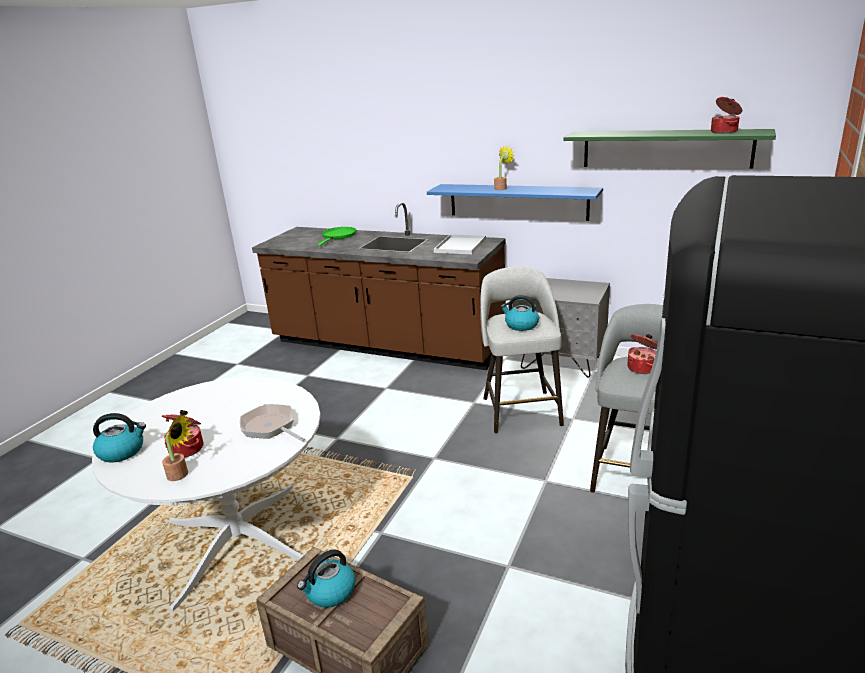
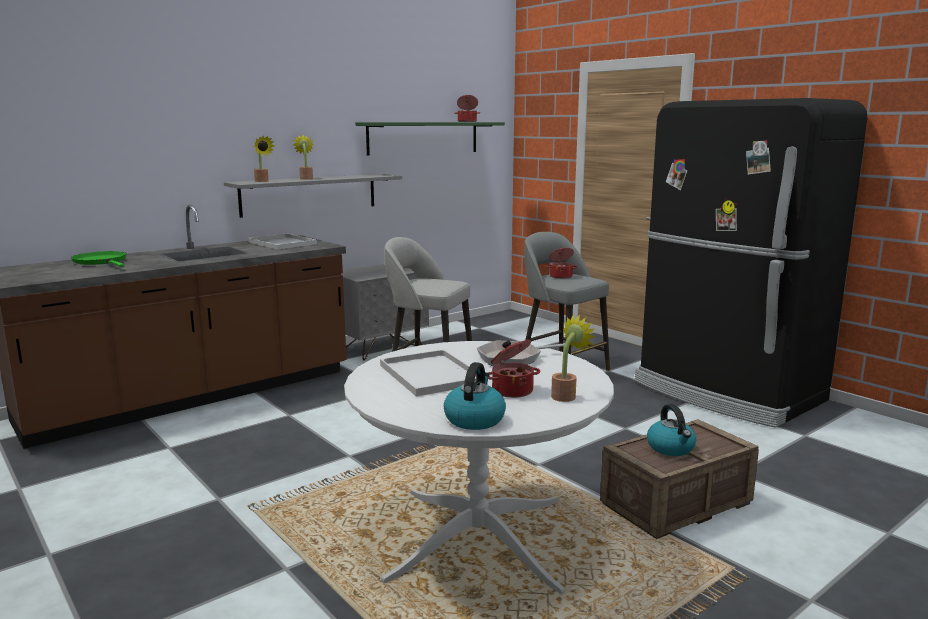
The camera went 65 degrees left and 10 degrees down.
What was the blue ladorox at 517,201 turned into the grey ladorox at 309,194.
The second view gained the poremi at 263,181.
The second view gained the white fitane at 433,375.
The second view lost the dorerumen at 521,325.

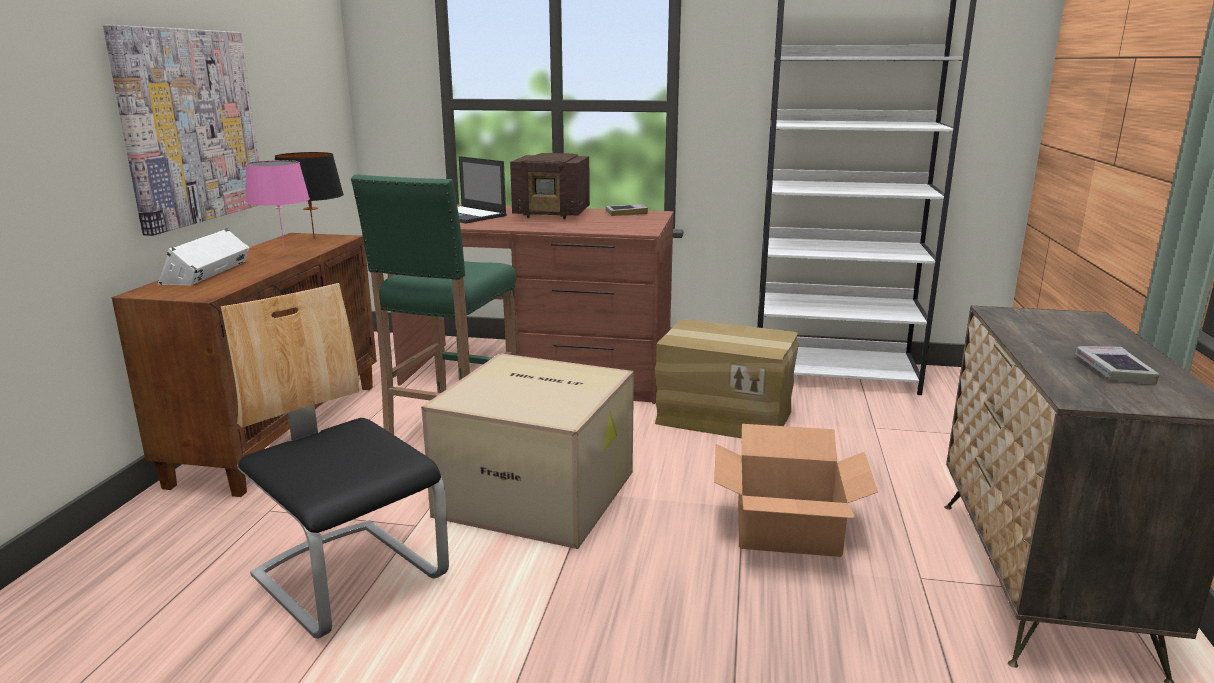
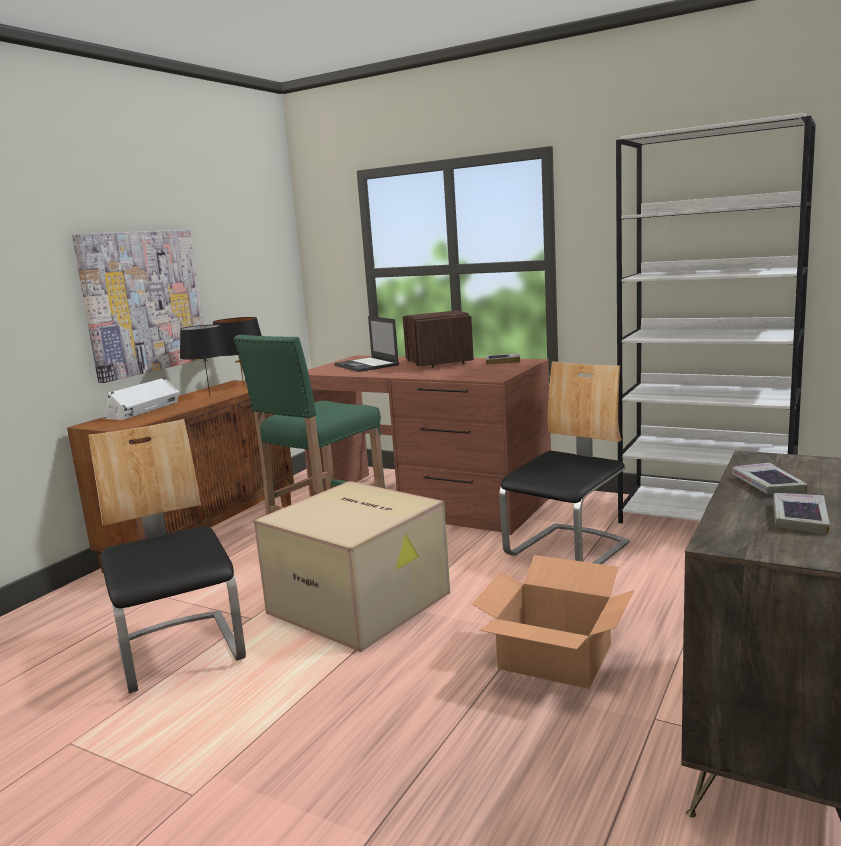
The camera went 20 degrees right and 5 degrees down.
What was the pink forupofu at 285,253 turned into the black forupofu at 210,396.
The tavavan at 553,214 ended up facing another way, 135 degrees counterclockwise from before.
Where the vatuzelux stood at 725,416, the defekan came to stand at 568,550.
The second view gained the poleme at 767,485.

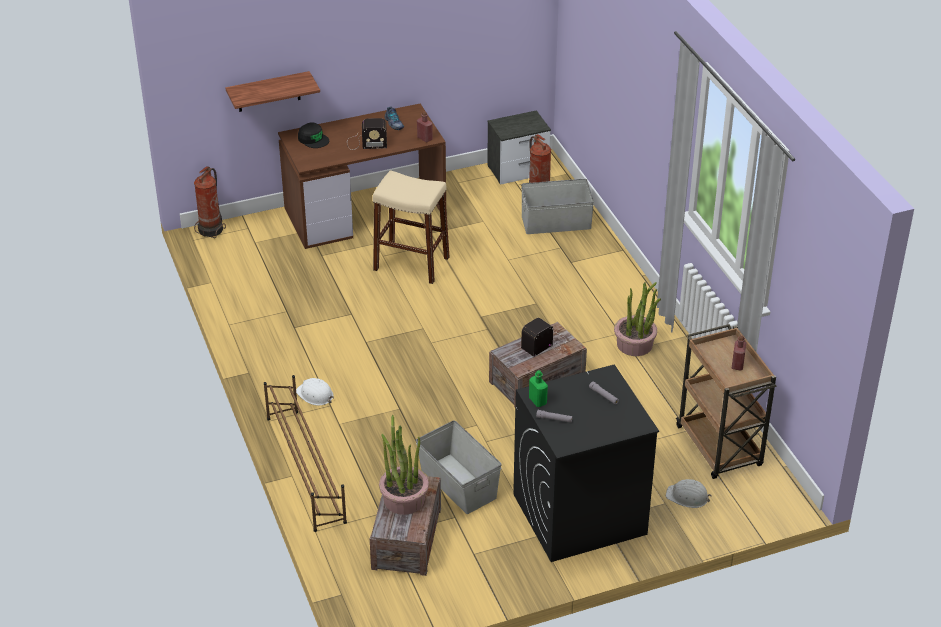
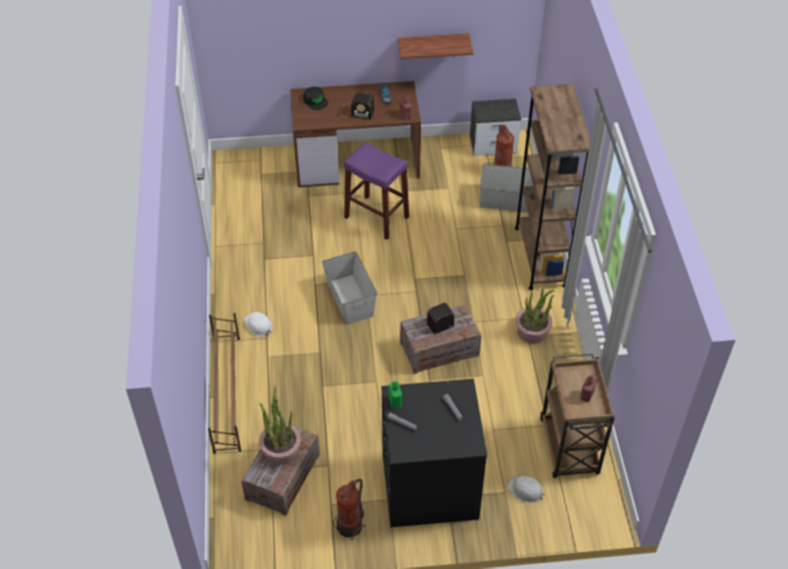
The camera went 15 degrees right and 10 degrees up.
The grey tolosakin ended up elsewhere, having gone from 458,483 to 350,298.
The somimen ended up elsewhere, having gone from 212,229 to 351,525.
What was the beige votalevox at 411,263 turned into the purple votalevox at 376,217.
The ladorox ended up elsewhere, having gone from 268,92 to 433,45.
The second view gained the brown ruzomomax at 540,256.

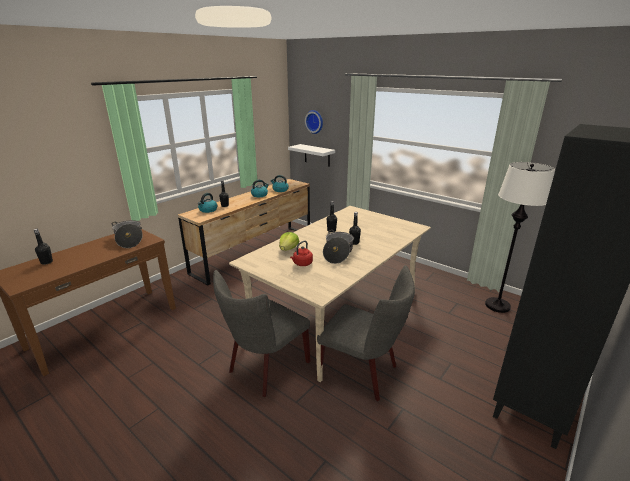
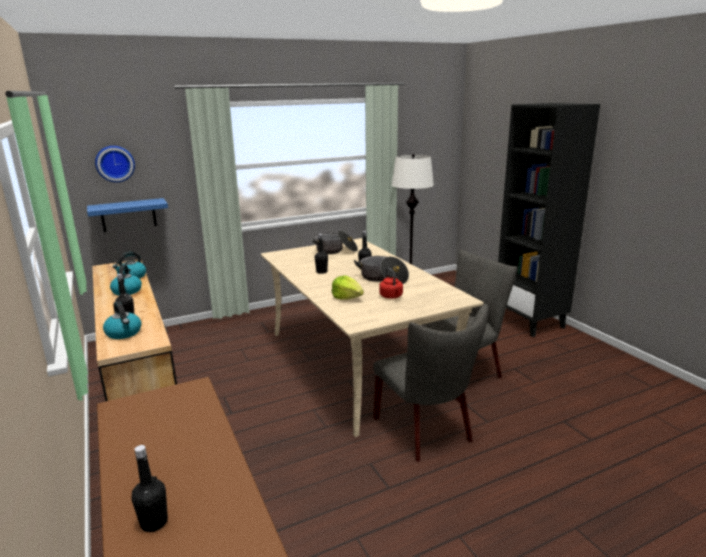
The camera went 65 degrees left and 5 degrees down.
What was the white ladorox at 317,155 turned into the blue ladorox at 128,215.
The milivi ended up elsewhere, having gone from 129,240 to 336,251.

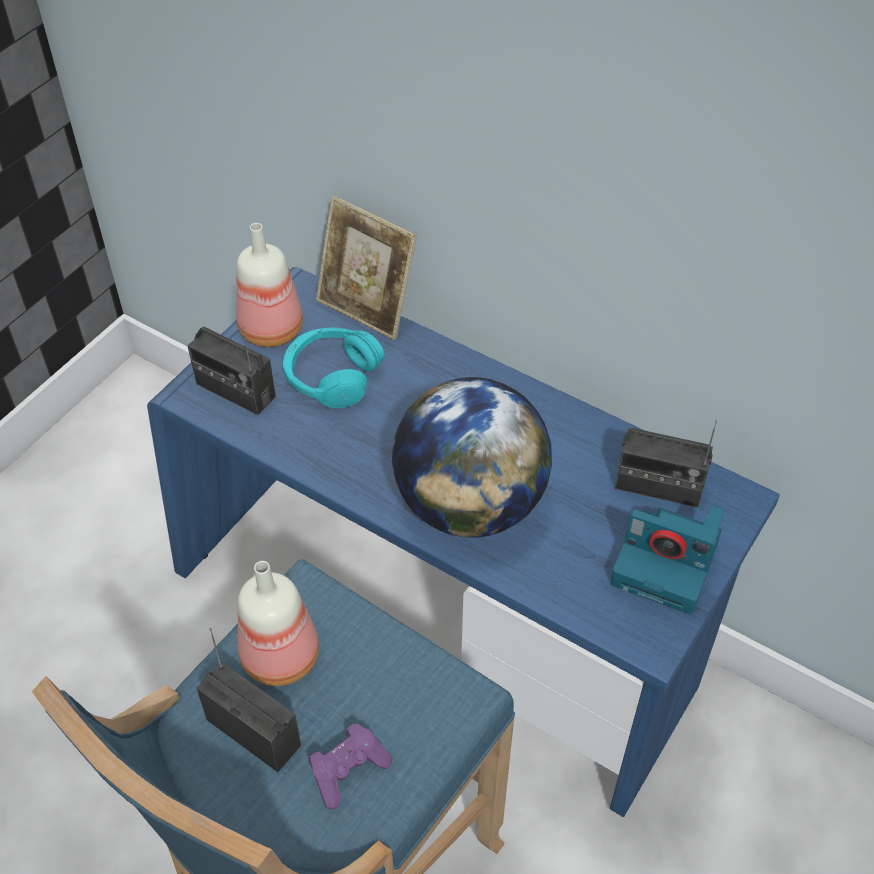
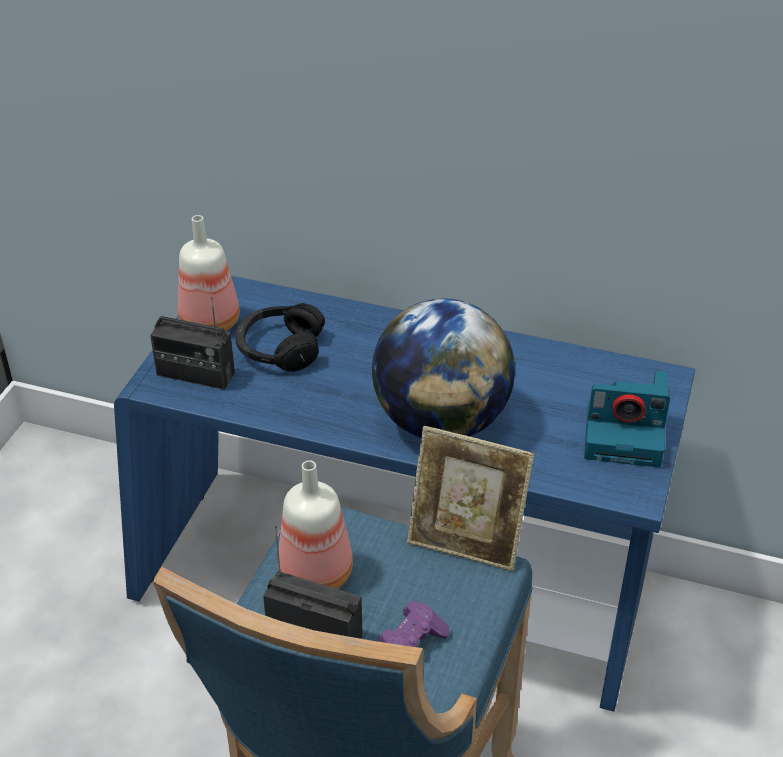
The camera went 15 degrees left and 10 degrees down.
What was the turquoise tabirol at 332,376 turned into the black tabirol at 280,349.
The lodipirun ended up elsewhere, having gone from 366,309 to 466,542.
The second view lost the tavavan at 658,486.

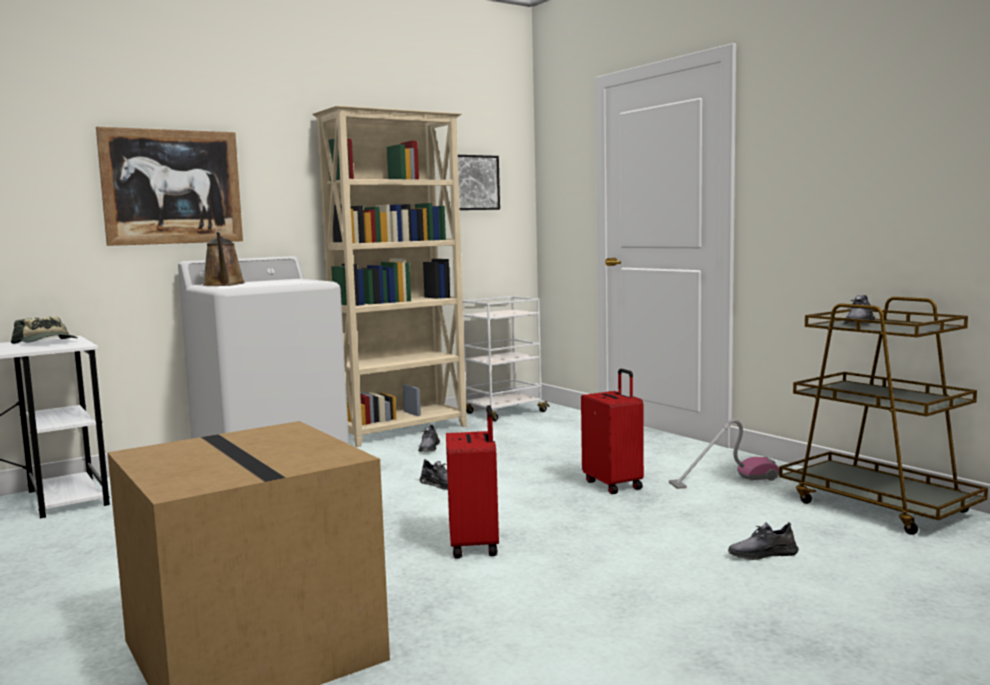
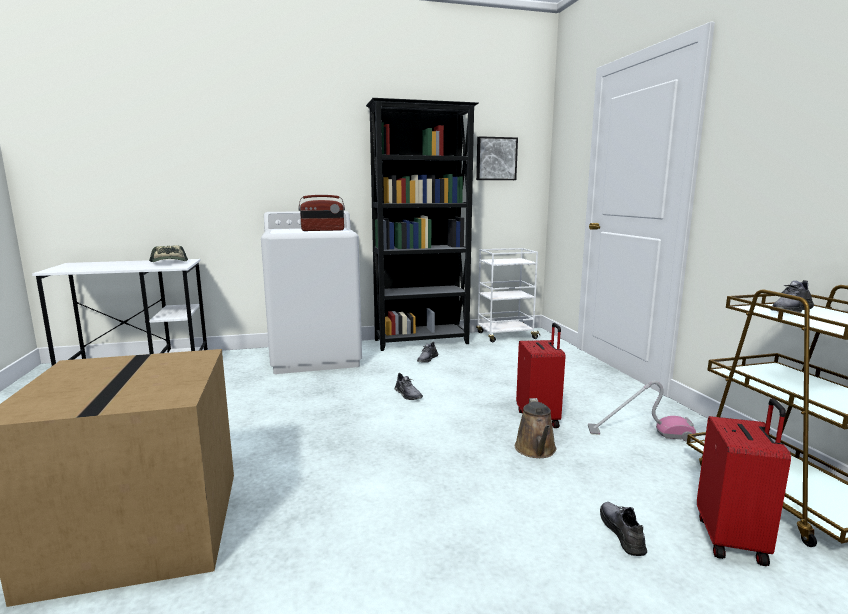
The camera went 20 degrees right and 5 degrees up.
The second view gained the tavavan at 322,230.
What was the beige ruzomomax at 403,431 turned into the black ruzomomax at 422,342.
The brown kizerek ended up elsewhere, having gone from 224,285 to 536,450.
The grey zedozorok at 762,554 ended up facing another way, 75 degrees clockwise from before.
The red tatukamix ended up elsewhere, having gone from 476,545 to 733,540.
The second view lost the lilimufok at 172,187.

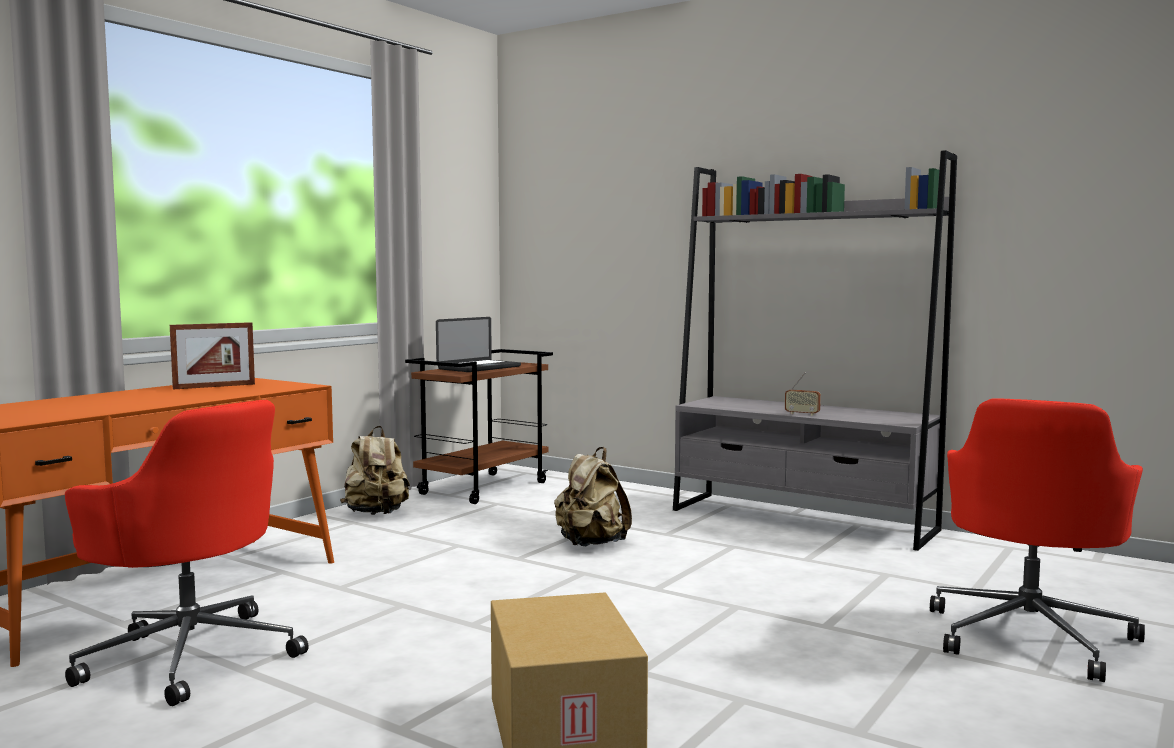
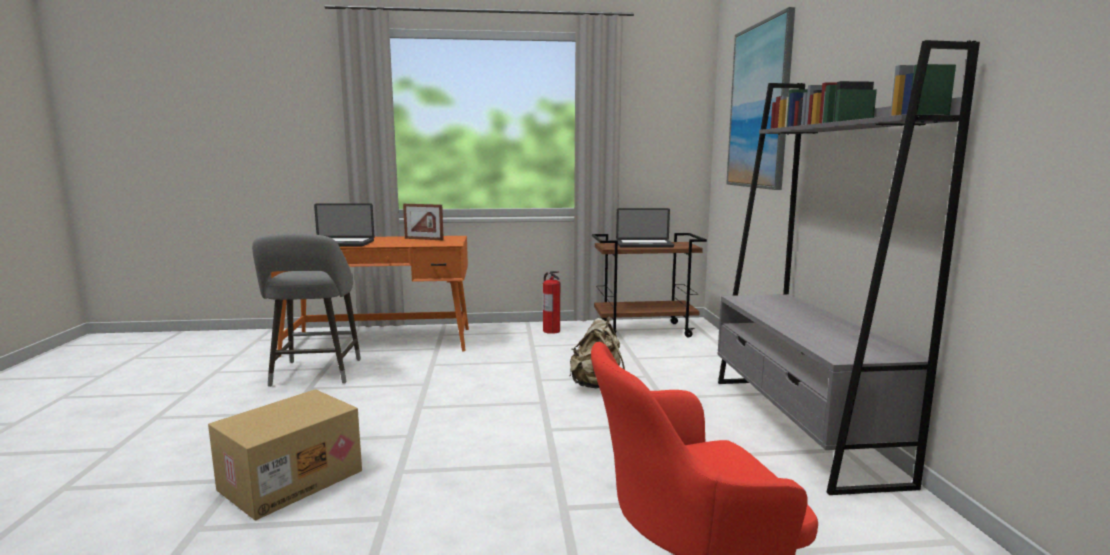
The camera went 50 degrees right and 5 degrees up.
Where the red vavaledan stood at 190,655, the grey votalevox came to stand at 315,374.
The second view gained the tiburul at 339,244.
Where the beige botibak stood at 377,514, the somimen came to stand at 551,331.
The second view gained the lilimufok at 759,106.
The second view lost the tavavan at 802,414.

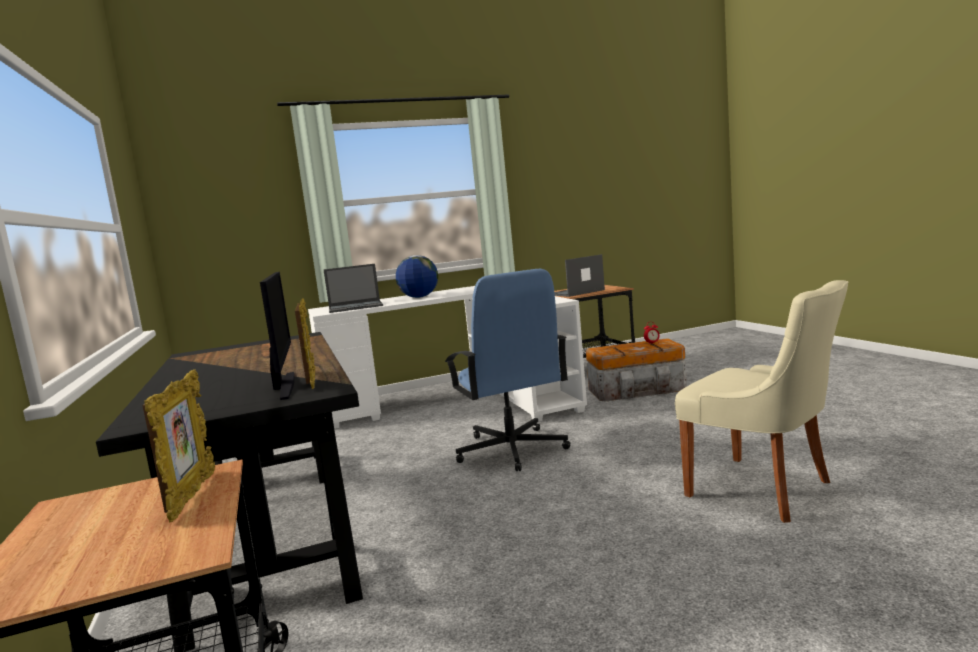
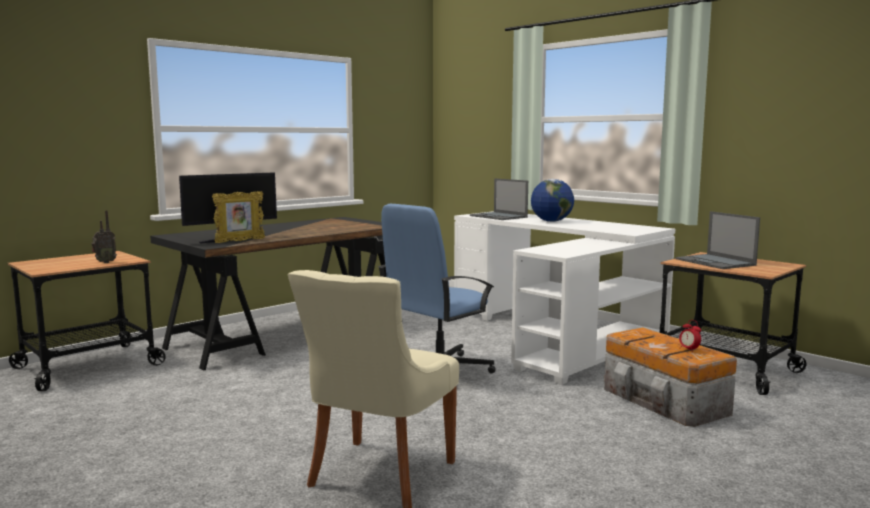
The camera went 65 degrees right and 0 degrees up.
Where the lodipirun stood at 192,496, the tavavan came to stand at 104,262.
The tiburul at 575,292 ended up facing another way, 150 degrees counterclockwise from before.

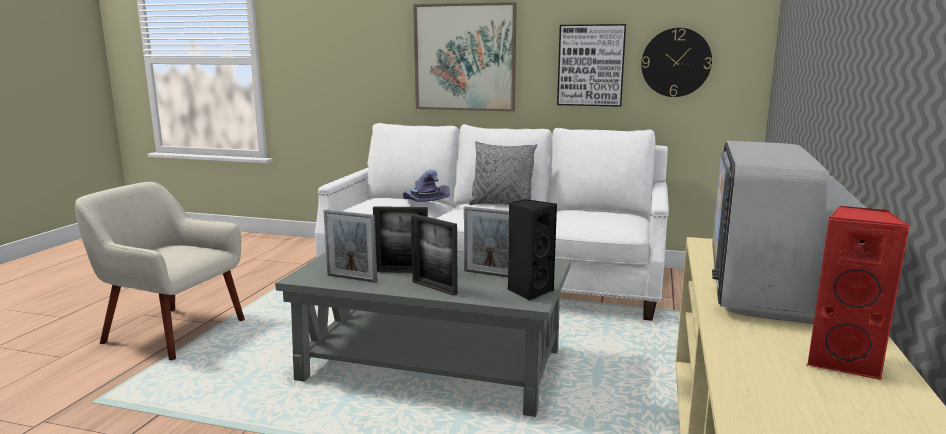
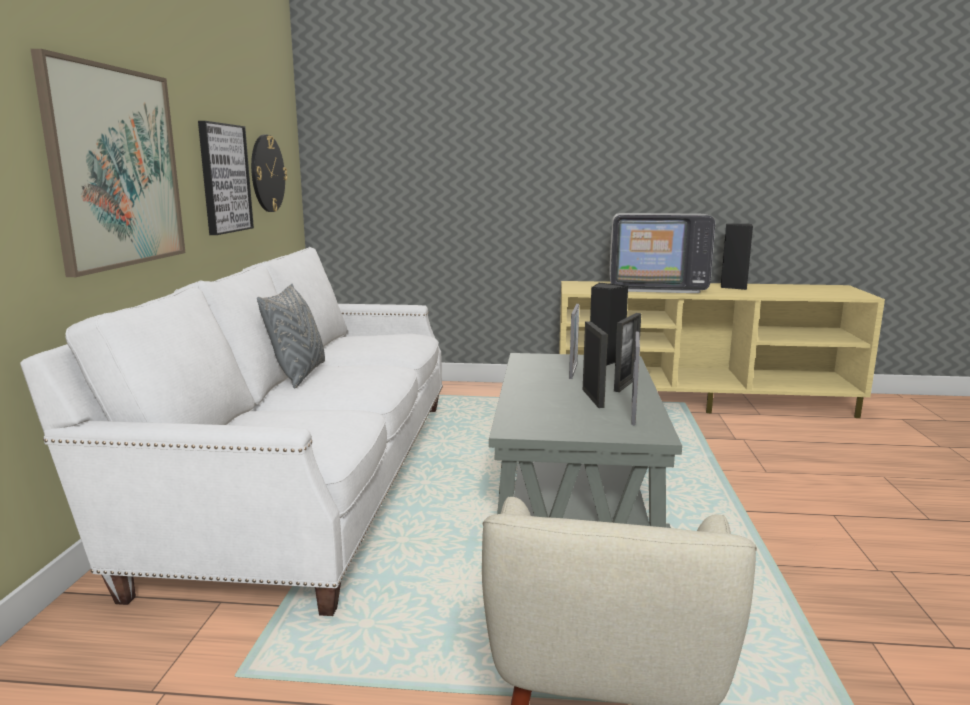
The camera went 100 degrees left and 0 degrees up.
What was the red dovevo at 843,361 turned into the black dovevo at 733,287.
The second view lost the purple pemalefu at 424,203.

